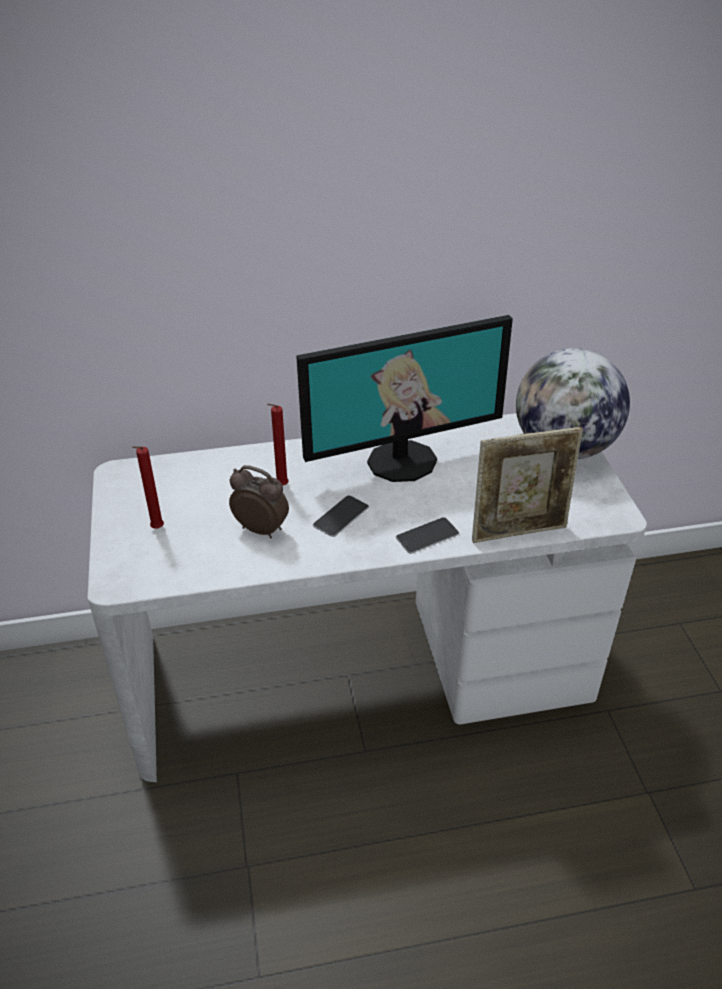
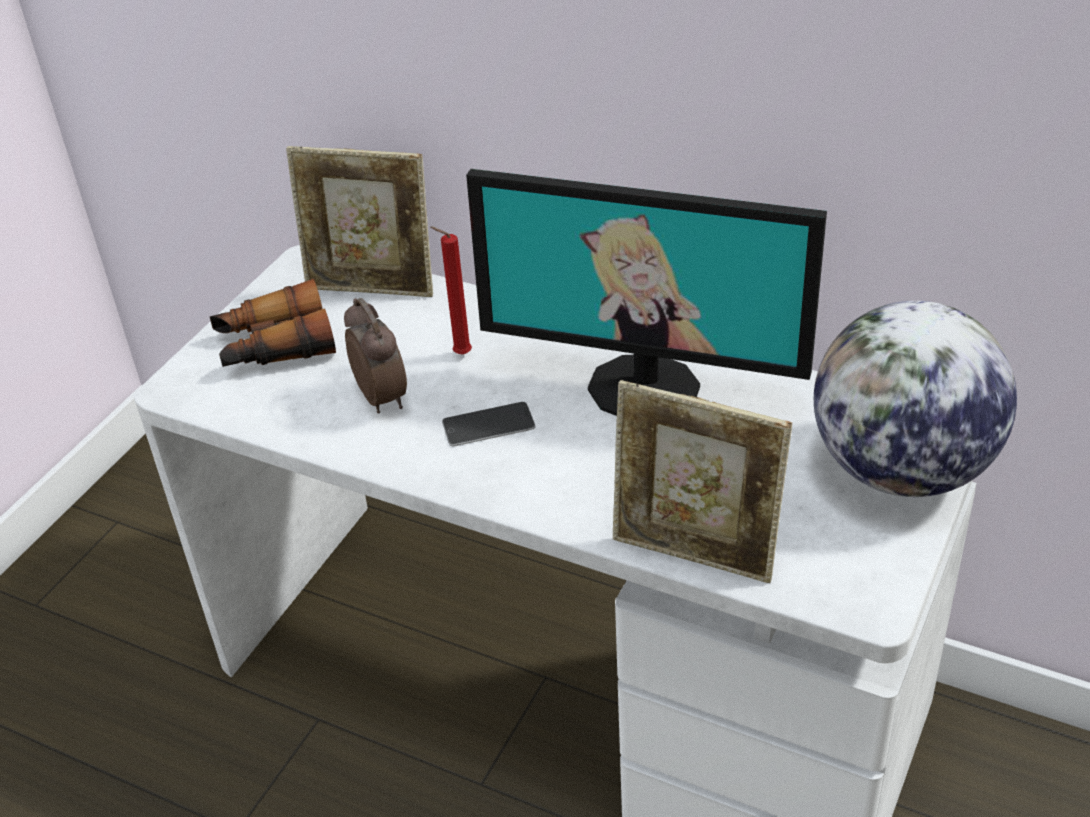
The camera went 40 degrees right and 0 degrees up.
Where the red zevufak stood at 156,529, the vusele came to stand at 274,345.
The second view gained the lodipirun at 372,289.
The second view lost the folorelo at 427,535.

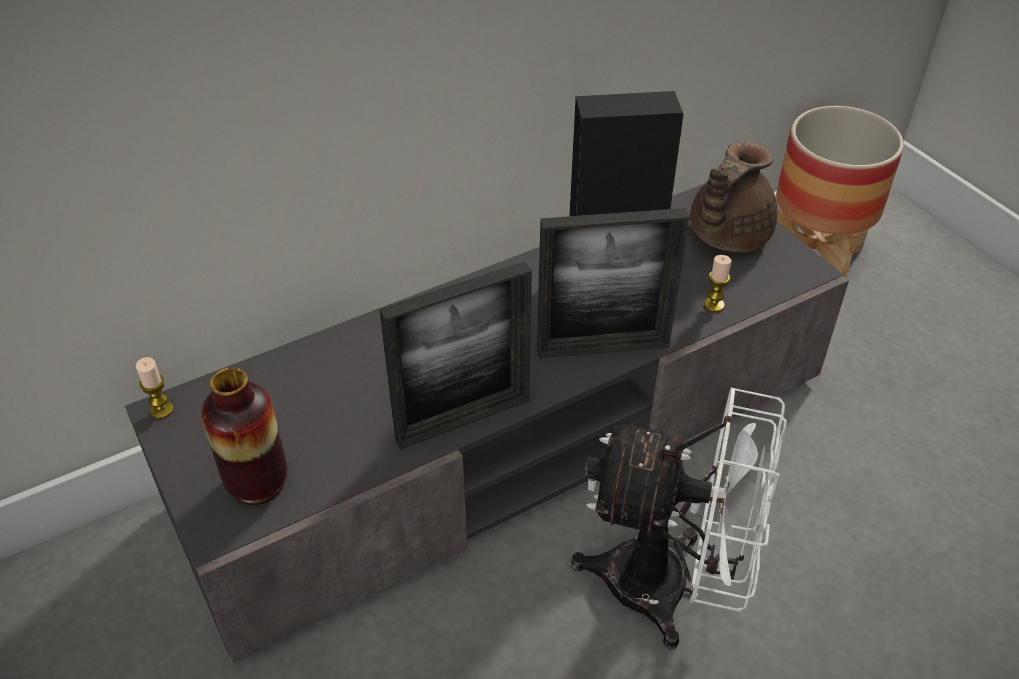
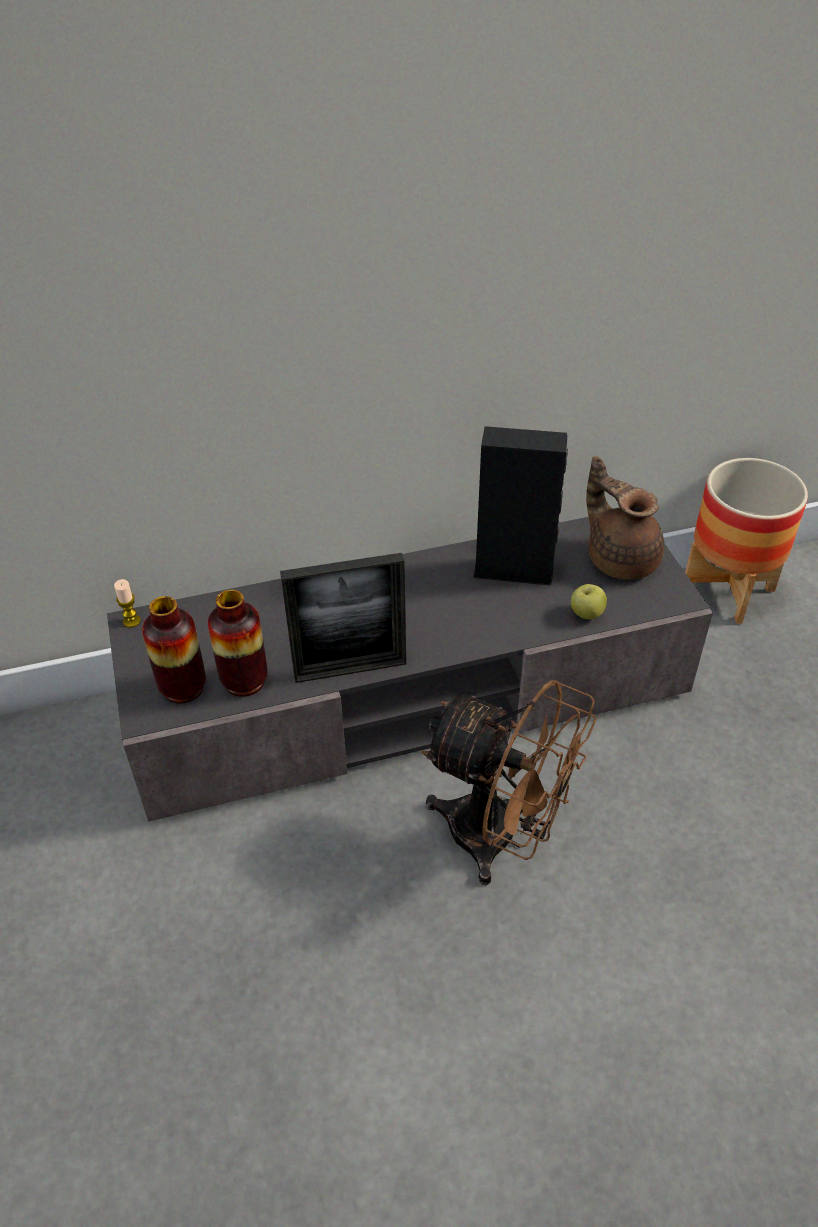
The camera went 15 degrees right and 0 degrees up.
The second view gained the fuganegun at 244,681.
What was the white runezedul at 670,587 turned into the brown runezedul at 500,838.
Where the zevufak stood at 714,305, the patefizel came to stand at 586,614.
The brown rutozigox at 726,236 ended up facing another way, 90 degrees clockwise from before.
The second view lost the lodipirun at 603,348.

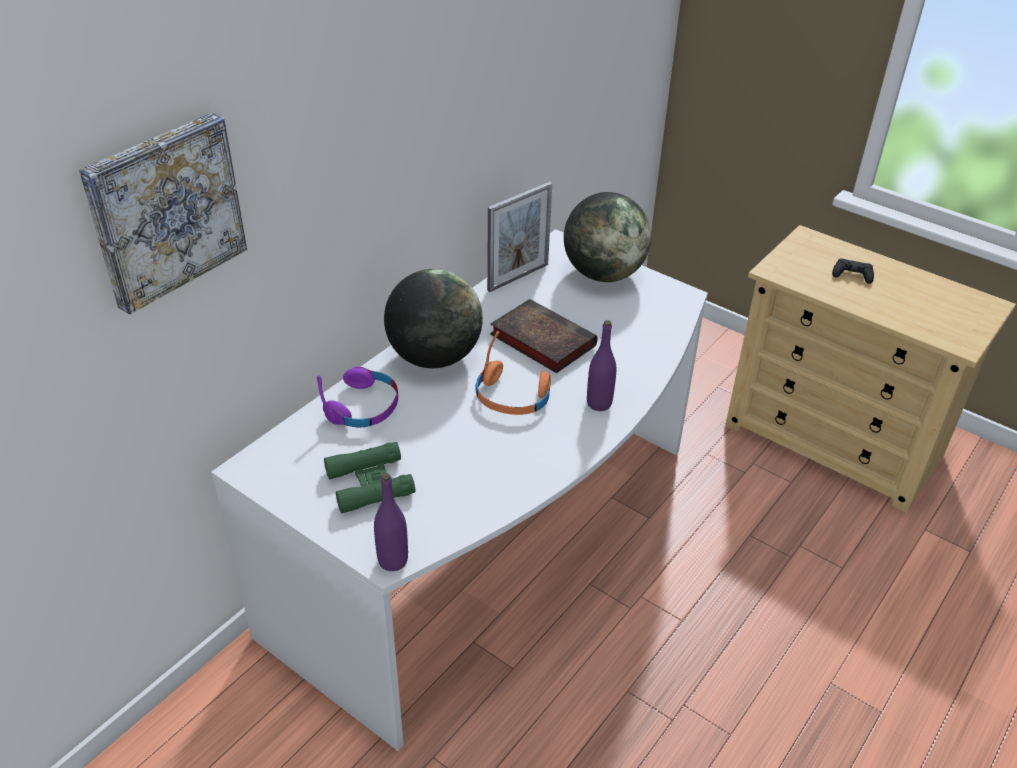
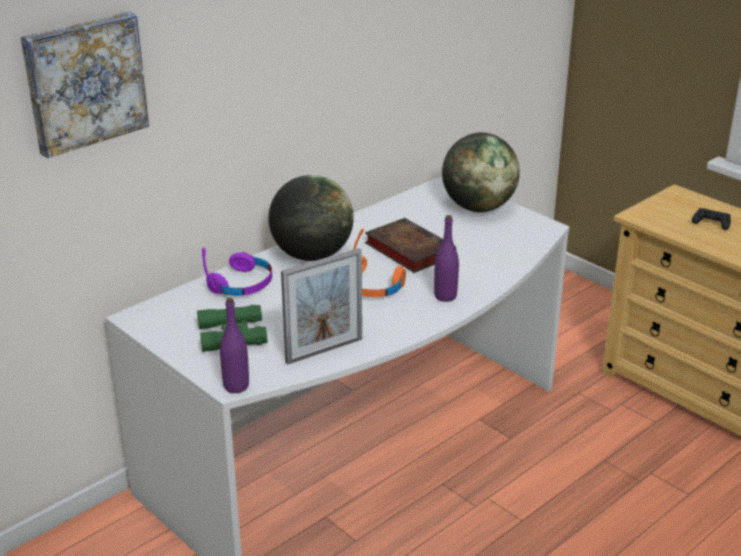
The camera went 10 degrees right and 10 degrees down.
The lodipirun ended up elsewhere, having gone from 518,277 to 324,350.

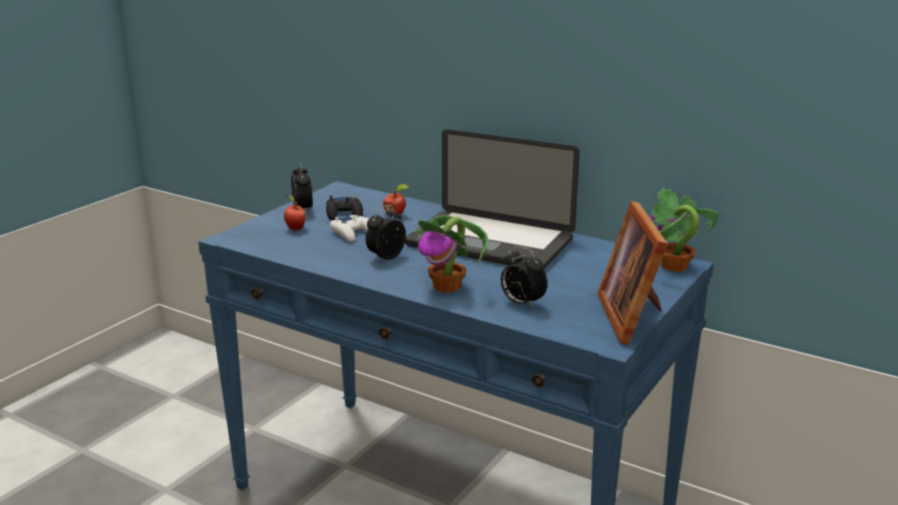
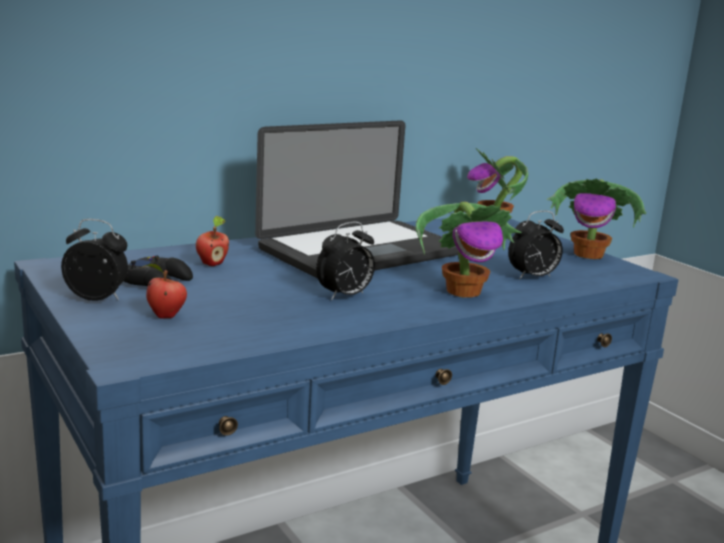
The camera went 65 degrees left and 5 degrees down.
The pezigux at 385,257 ended up facing another way, 105 degrees counterclockwise from before.
Where the lodipirun stood at 633,316, the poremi came to stand at 589,255.
The second view lost the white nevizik at 353,233.

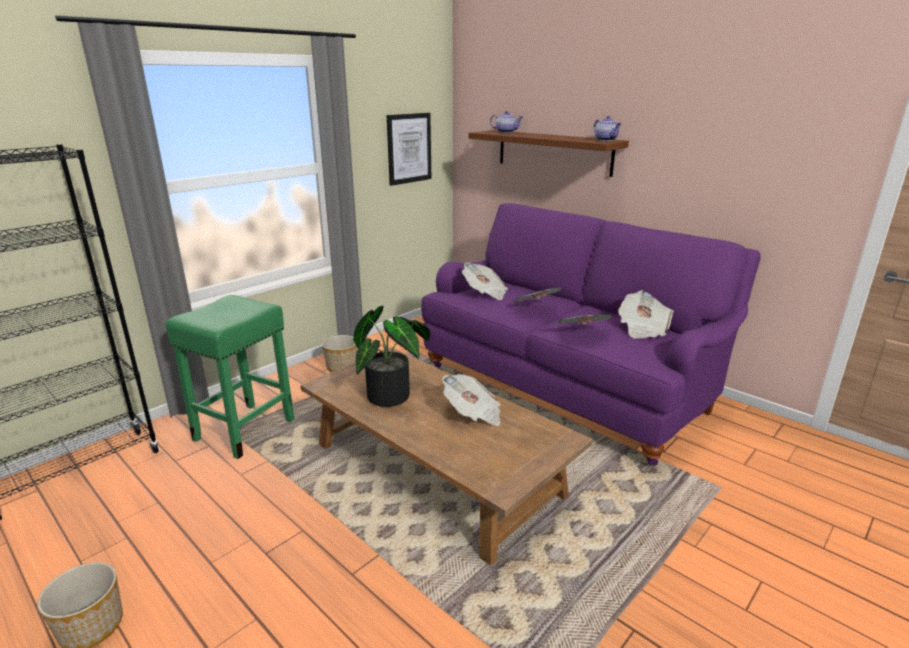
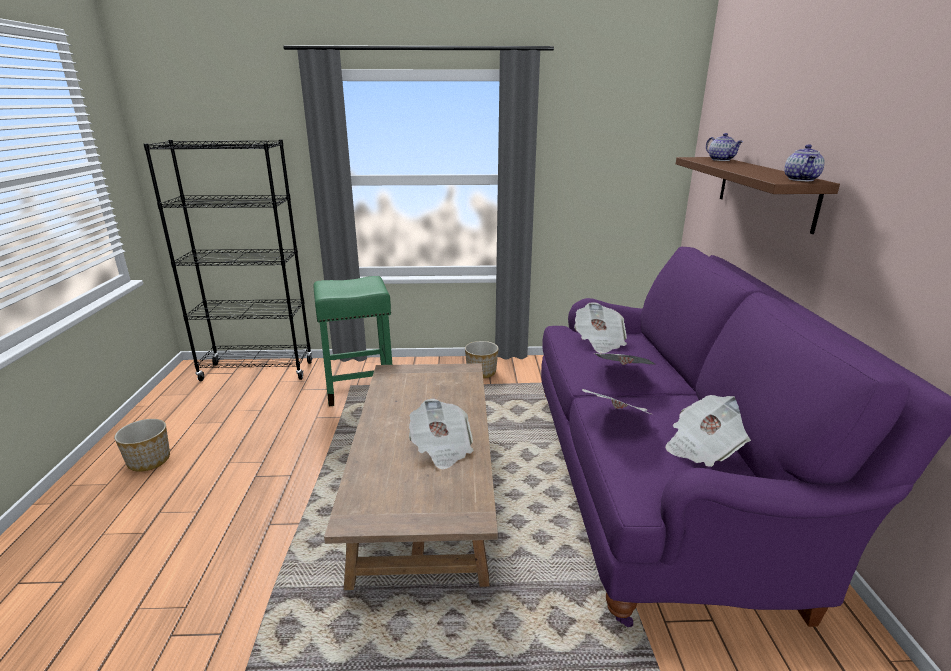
The camera went 45 degrees right and 0 degrees up.
The second view lost the poremi at 394,395.
The second view lost the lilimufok at 409,148.

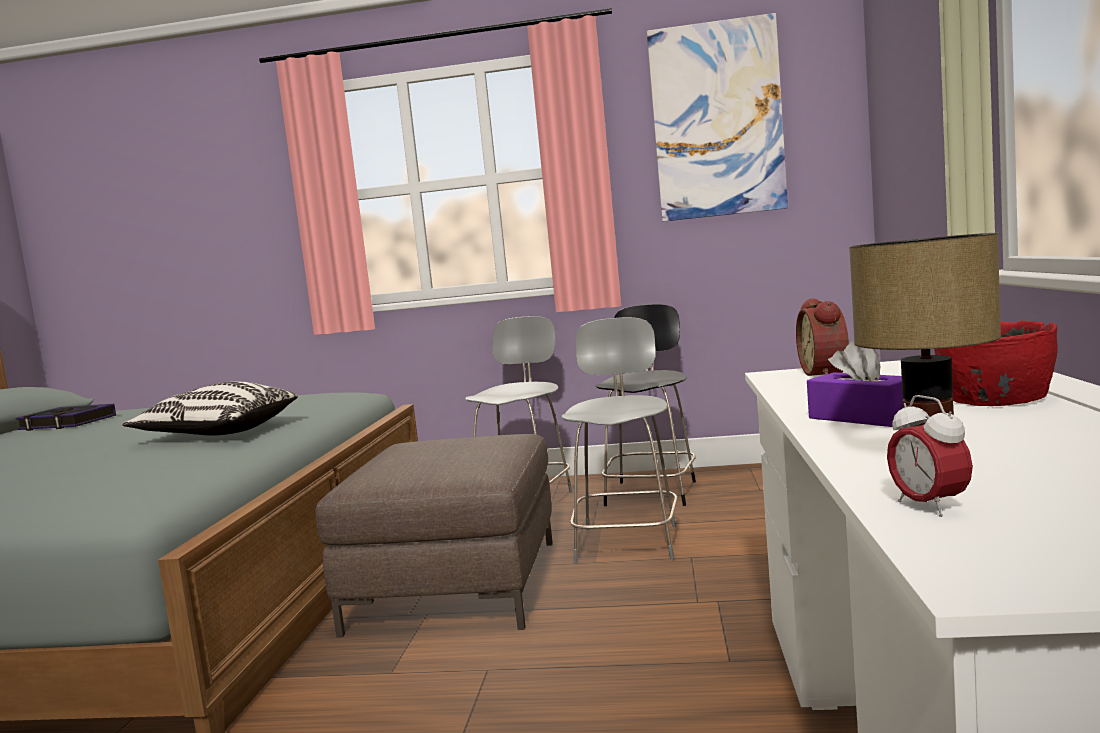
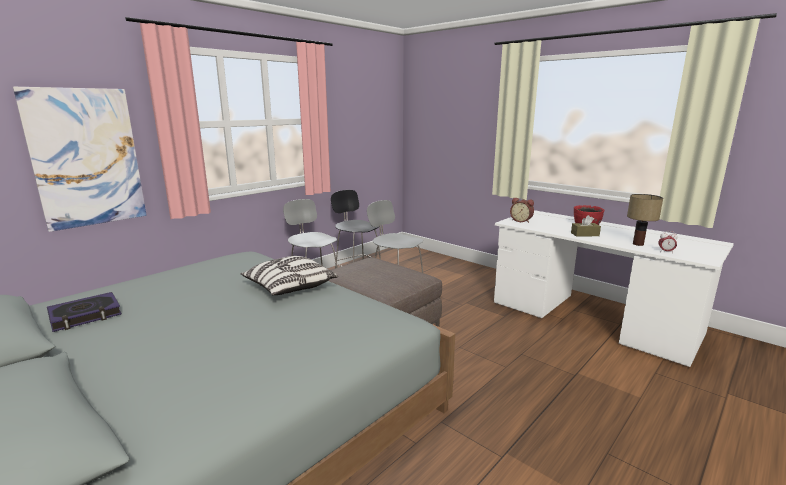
The camera went 55 degrees left and 10 degrees up.
The lilimufok ended up elsewhere, having gone from 717,120 to 87,158.
What was the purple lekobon at 862,417 turned into the brown lekobon at 585,234.

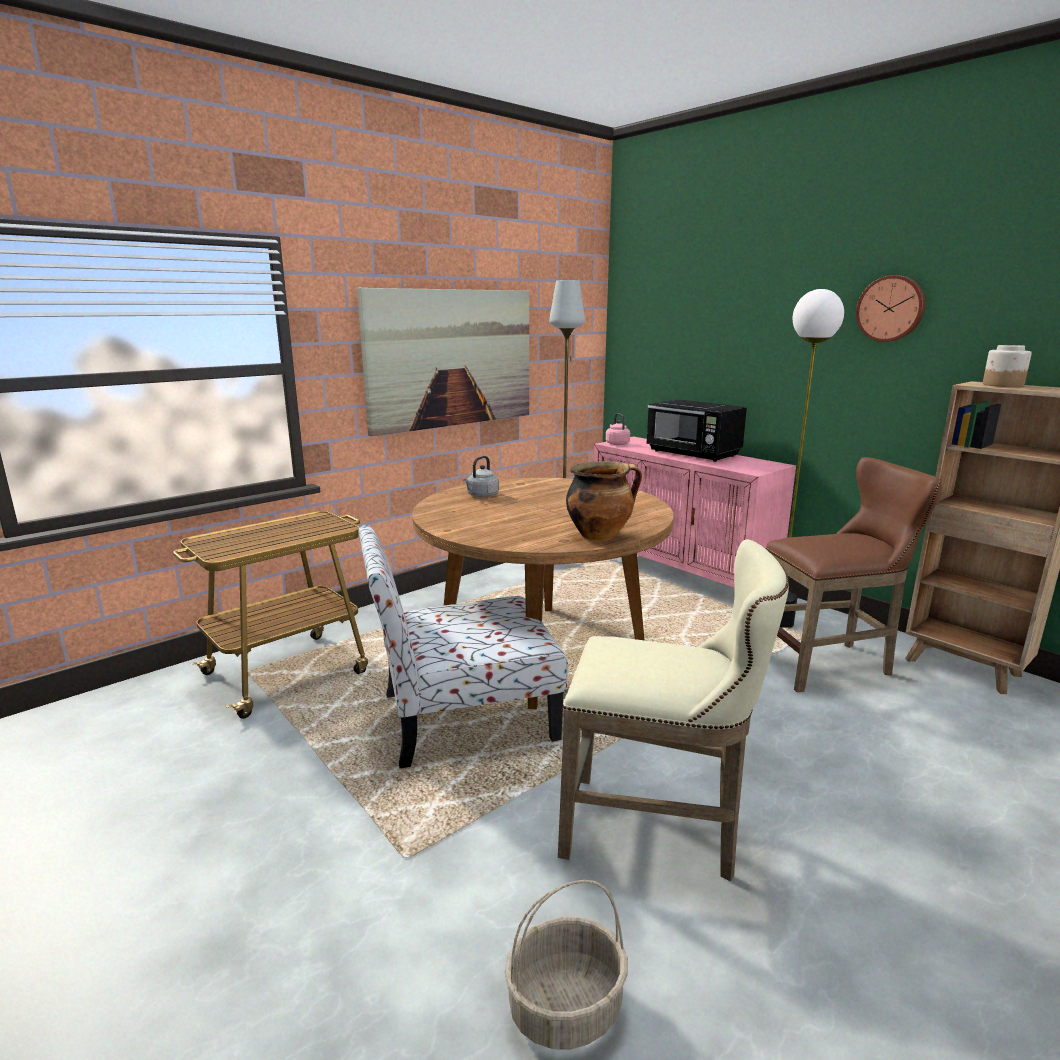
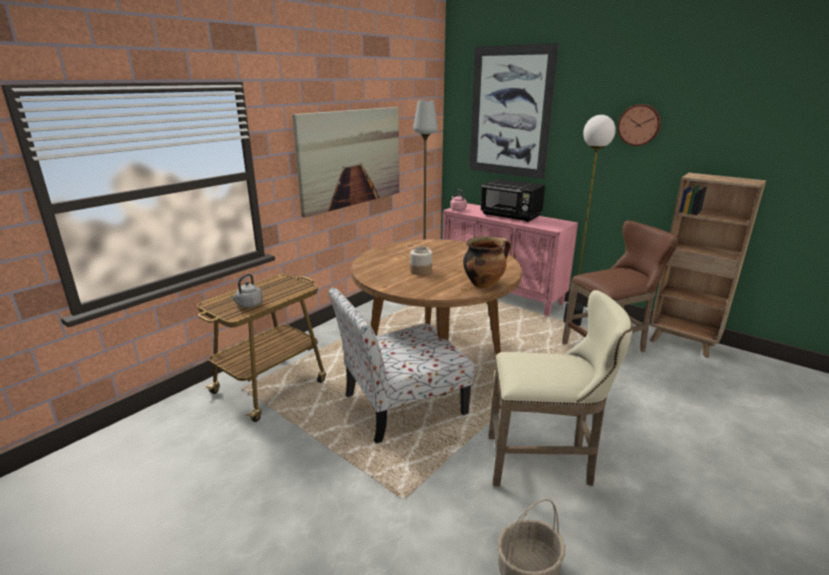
The camera went 10 degrees left and 5 degrees up.
The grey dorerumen ended up elsewhere, having gone from 481,496 to 248,305.
The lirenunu ended up elsewhere, having gone from 1002,385 to 420,271.
The second view gained the lilimufok at 510,112.

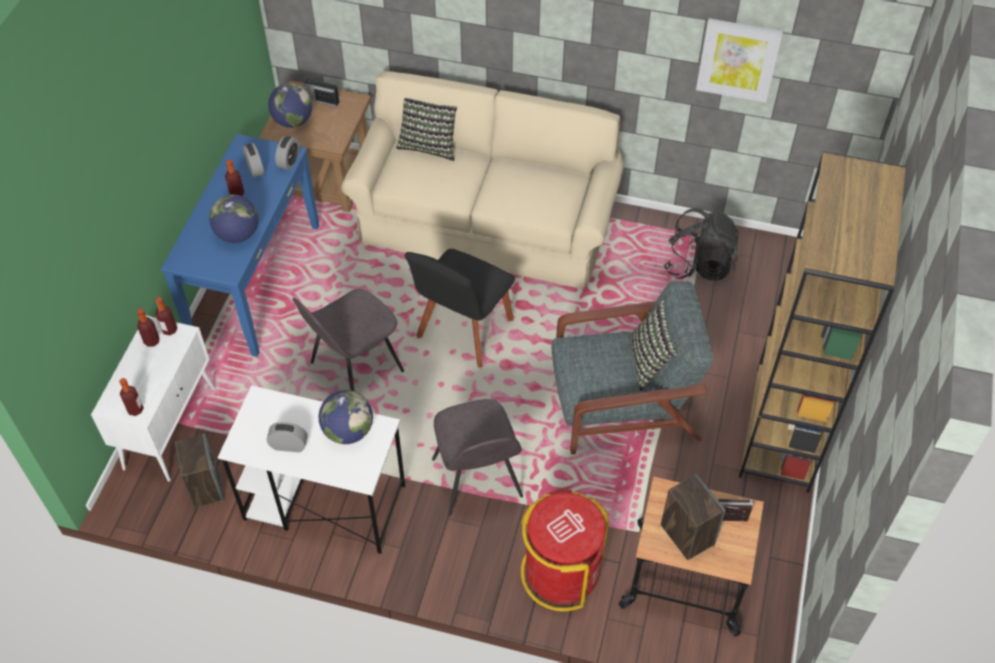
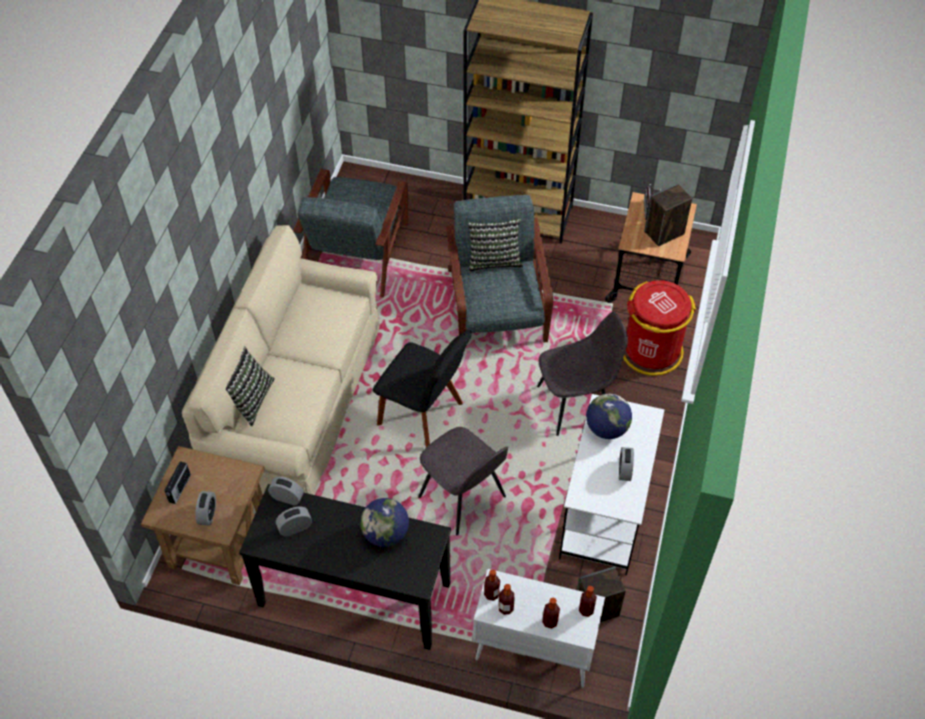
The camera went 90 degrees left and 0 degrees up.
Where the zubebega stood at 293,121, the pezigux came to stand at 208,514.
What was the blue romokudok at 255,281 turned into the black romokudok at 354,595.
Where the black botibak stood at 699,264, the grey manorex came to stand at 356,250.
The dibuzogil ended up elsewhere, having gone from 237,194 to 550,621.
The second view lost the lilimufok at 738,60.

